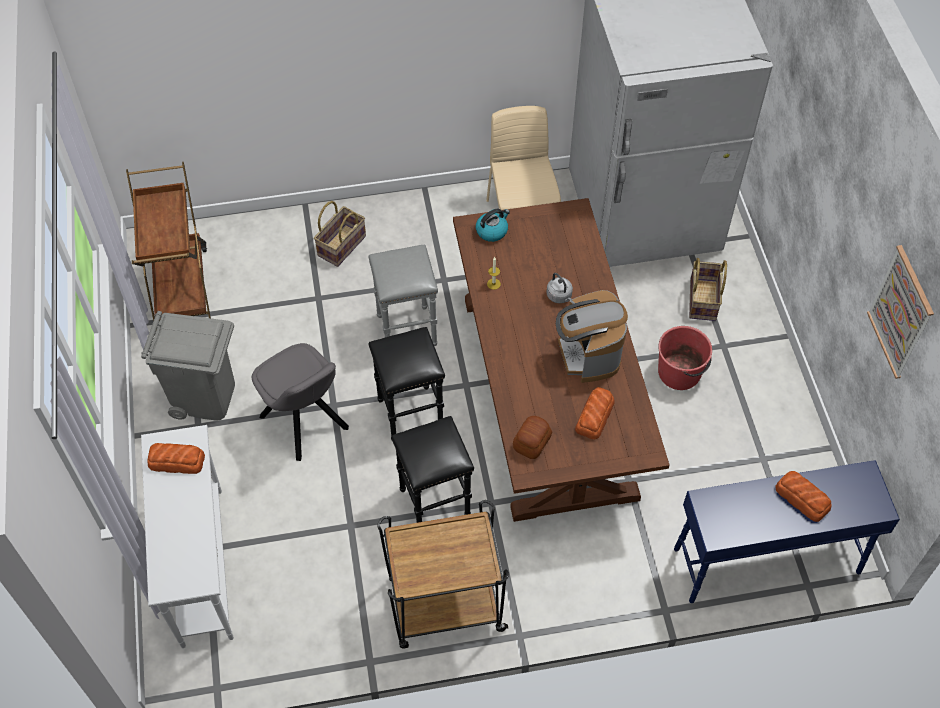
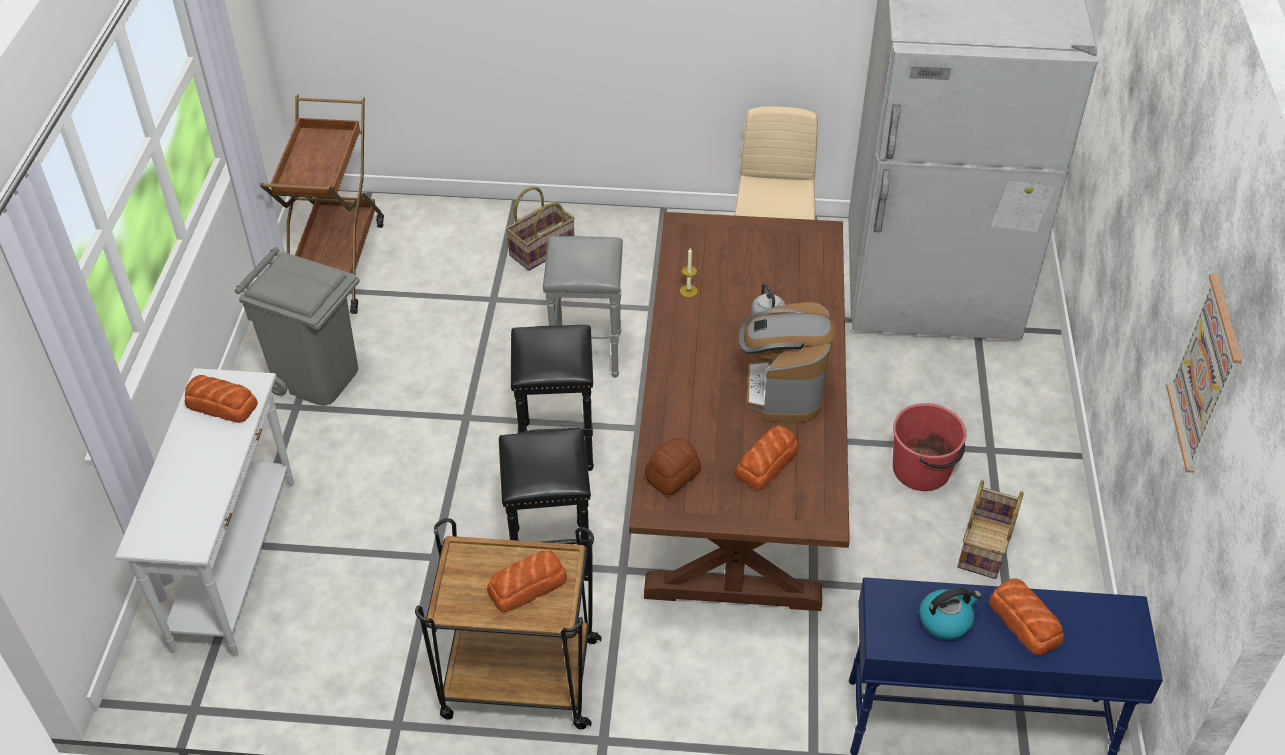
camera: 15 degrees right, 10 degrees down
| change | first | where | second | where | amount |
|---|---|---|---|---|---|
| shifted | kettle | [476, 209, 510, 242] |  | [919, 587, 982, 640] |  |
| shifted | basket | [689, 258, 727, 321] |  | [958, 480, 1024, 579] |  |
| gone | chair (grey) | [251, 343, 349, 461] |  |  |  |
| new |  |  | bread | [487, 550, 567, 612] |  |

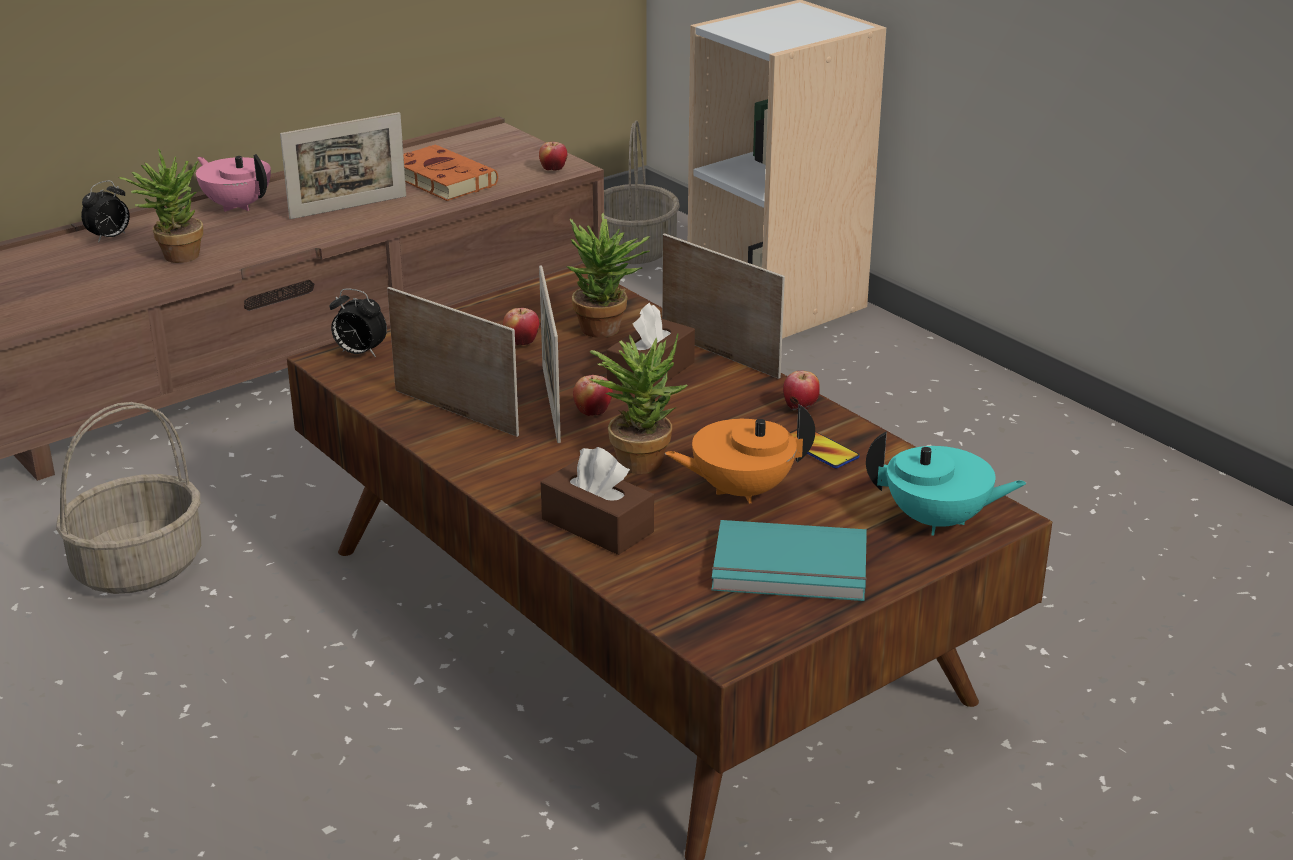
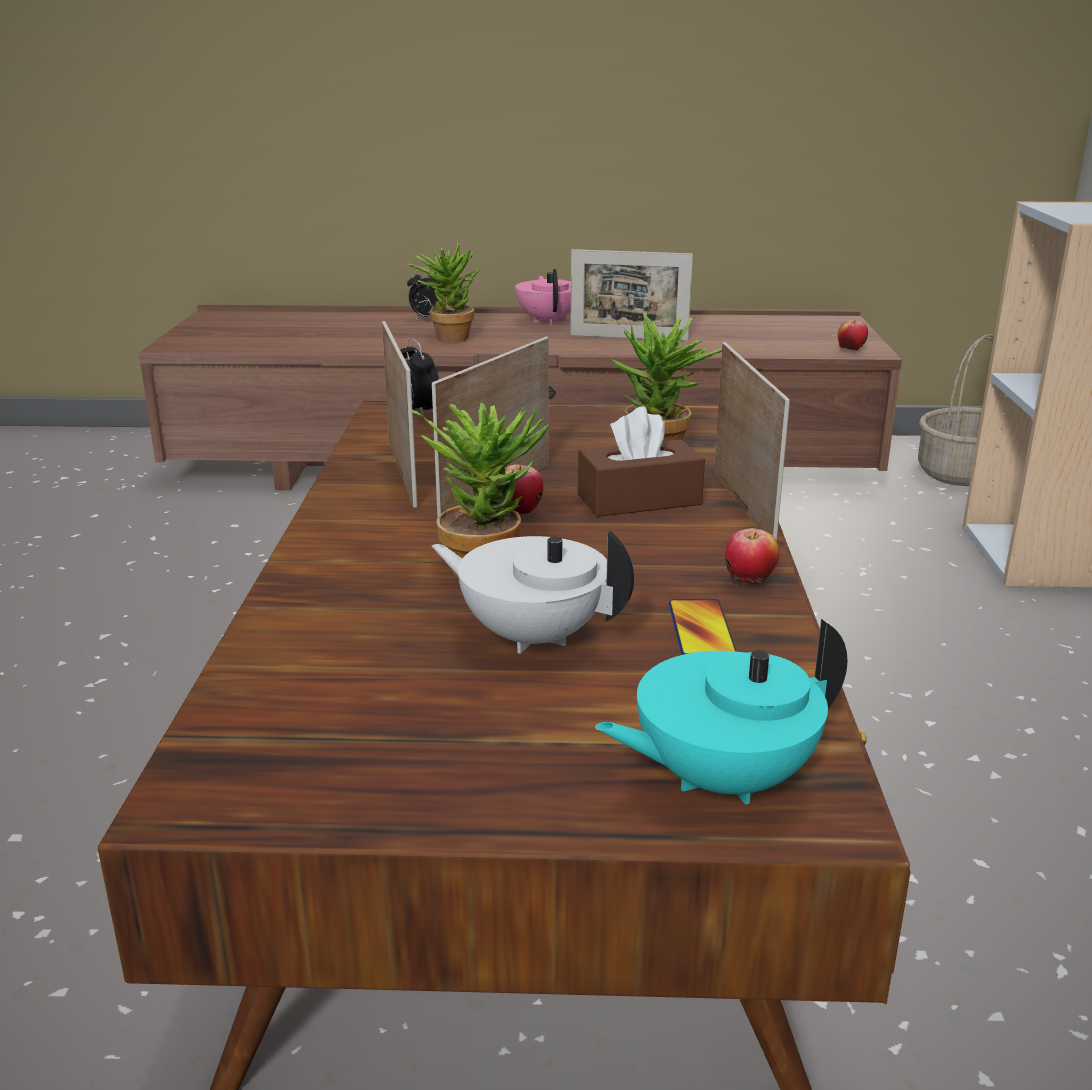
camera: 40 degrees right, 5 degrees down
| change | first | where | second | where | amount |
|---|---|---|---|---|---|
| gone | book (orange) | [403, 144, 498, 201] |  |  |  |
| gone | apple | [503, 308, 540, 345] |  |  |  |
| gone | basket | [56, 402, 201, 594] |  |  |  |
| repainted | teapot (orange) | [664, 404, 815, 503] | teapot (white) | [432, 531, 634, 654] |  |
| rotated | teapot (turquoise) | [866, 431, 1027, 536] |  | [595, 619, 848, 804] | 105 degrees clockwise |
| gone | tissue box (brown) | [540, 447, 654, 555] |  |  |  |
| gone | book (turquoise) | [711, 520, 867, 601] |  |  |  |

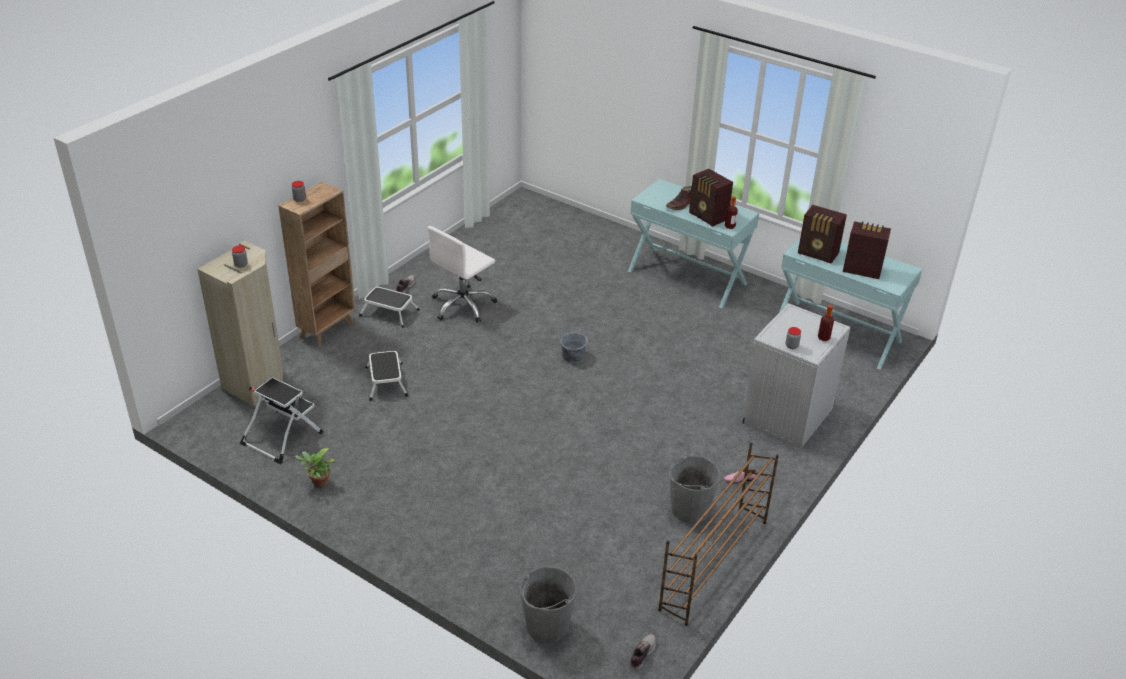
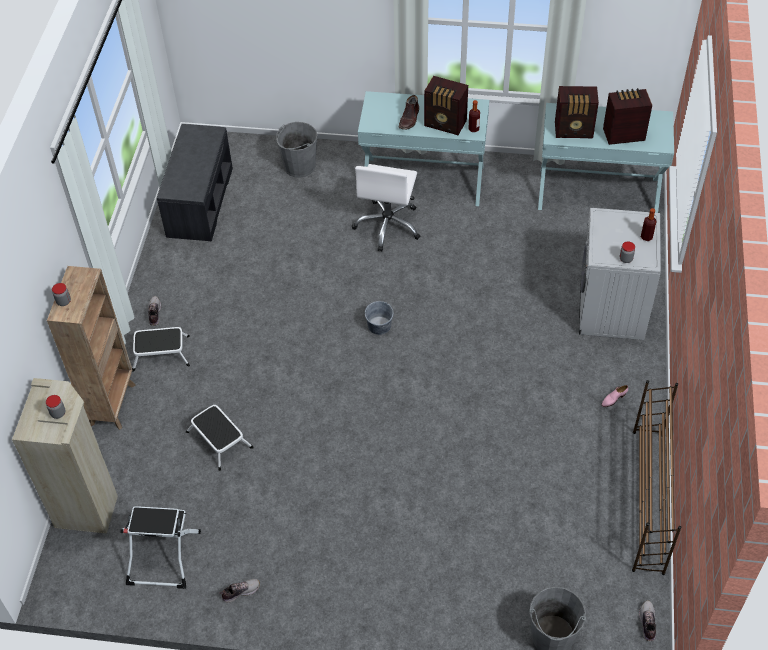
camera: 25 degrees left, 15 degrees up
| change | first | where | second | where | amount |
|---|---|---|---|---|---|
| shifted | office chair (white) | [428, 226, 497, 323] |  | [352, 164, 420, 251] |  |
| swapped | potted plant | [294, 448, 336, 488] | shoe | [219, 579, 260, 603] |  |
| shifted | bucket (grey) | [669, 455, 720, 523] |  | [276, 122, 317, 178] |  |
| new |  |  | bench (grey) | [157, 124, 233, 241] |  |

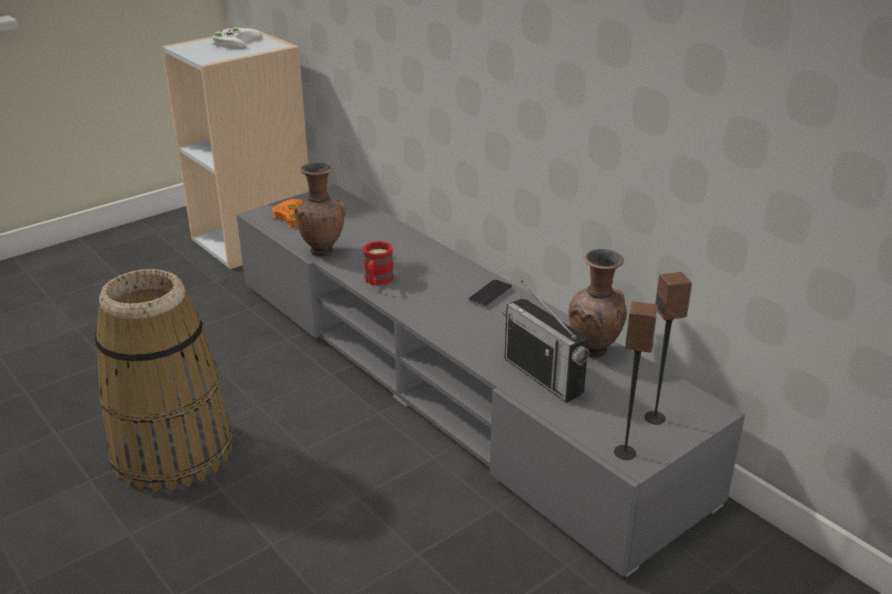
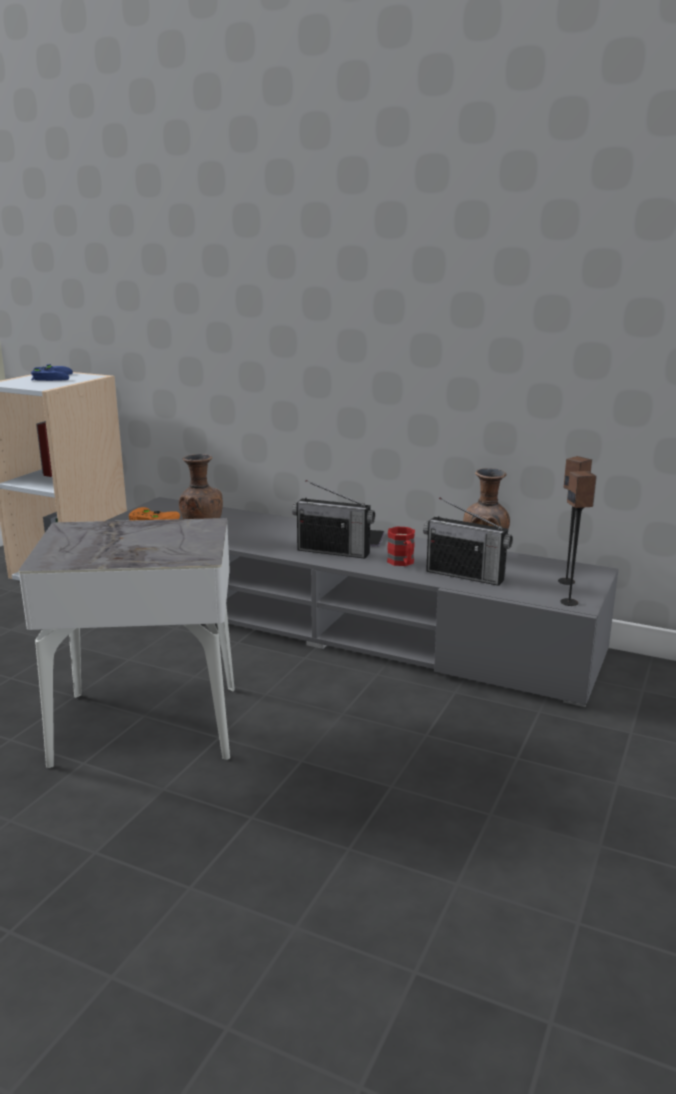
camera: 25 degrees left, 10 degrees down
| change | first | where | second | where | amount |
|---|---|---|---|---|---|
| repainted | game controller (white) | [212, 27, 263, 49] | game controller (blue) | [31, 364, 73, 381] |  |
| shifted | mug (red) | [363, 241, 394, 285] |  | [387, 527, 415, 566] |  |
| swapped | basket | [95, 269, 232, 492] | side table | [19, 518, 235, 768] |  |
| new |  |  | radio | [292, 480, 375, 559] |  |

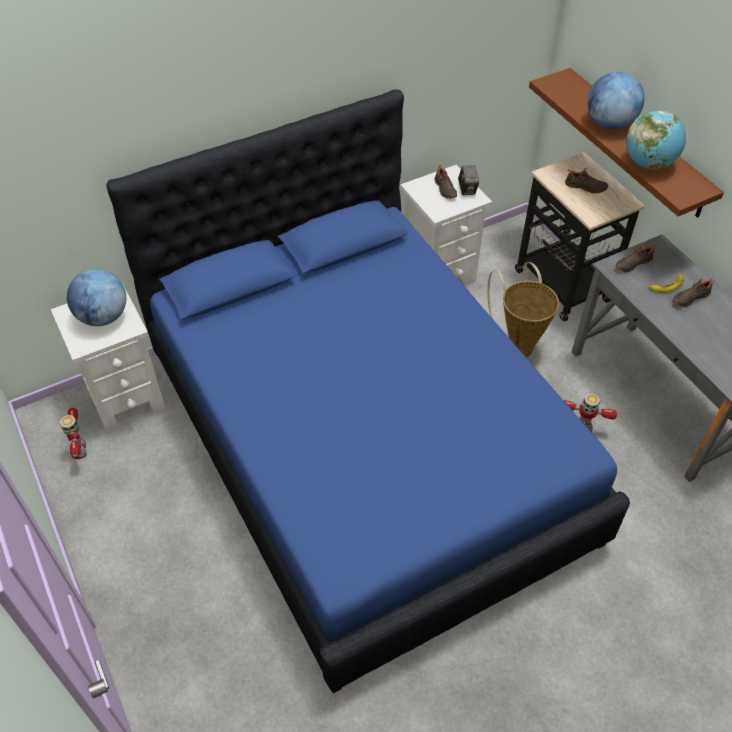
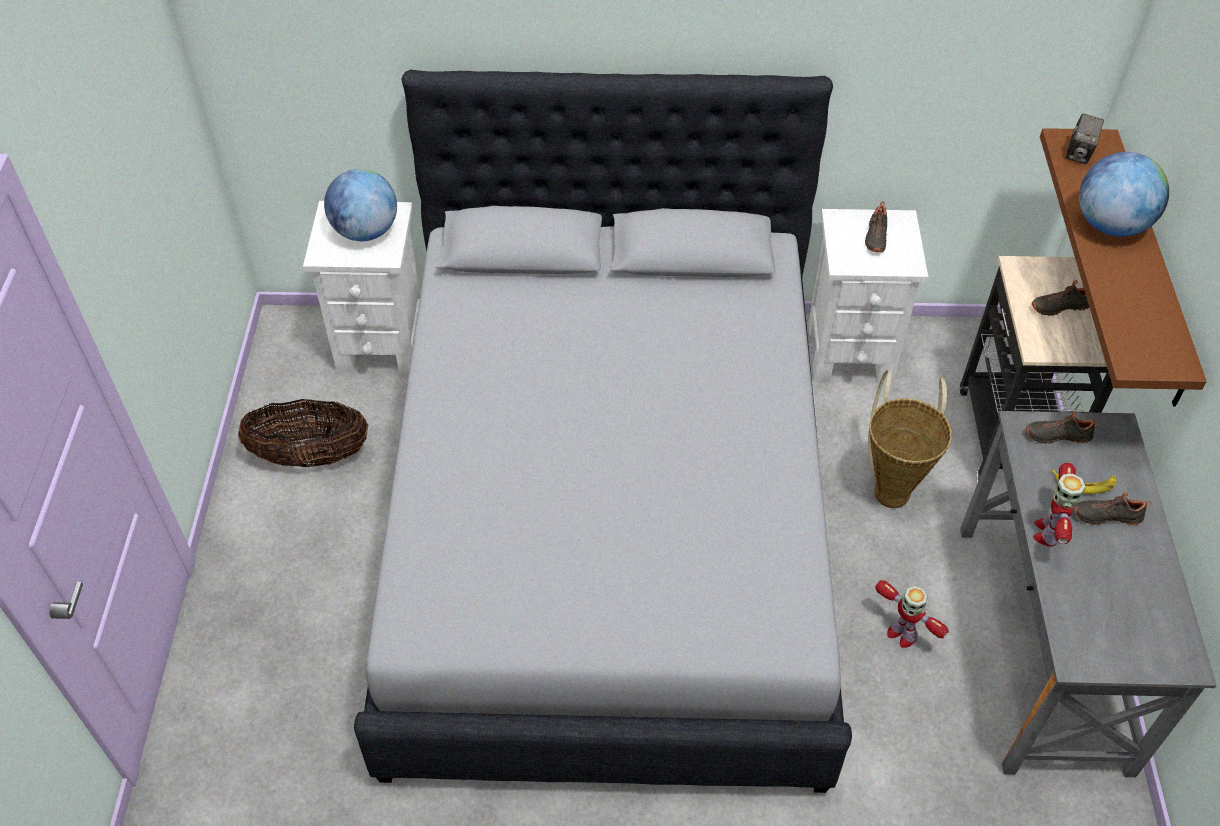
camera: 30 degrees right, 0 degrees up
| change | first | where | second | where | amount |
|---|---|---|---|---|---|
| repainted | bed (blue) | [107, 89, 630, 693] | bed (grey) | [354, 69, 852, 793] |  |
| gone | globe | [626, 111, 686, 169] |  |  |  |
| shifted | photo camera | [458, 165, 479, 195] |  | [1065, 114, 1104, 164] |  |
| rotated | shoe (black) | [565, 168, 608, 194] |  | [1032, 280, 1090, 316] | 120 degrees clockwise |
| shifted | toy robot | [60, 408, 87, 459] |  | [1033, 463, 1086, 547] |  |
| new |  |  | basket | [238, 399, 368, 467] |  |

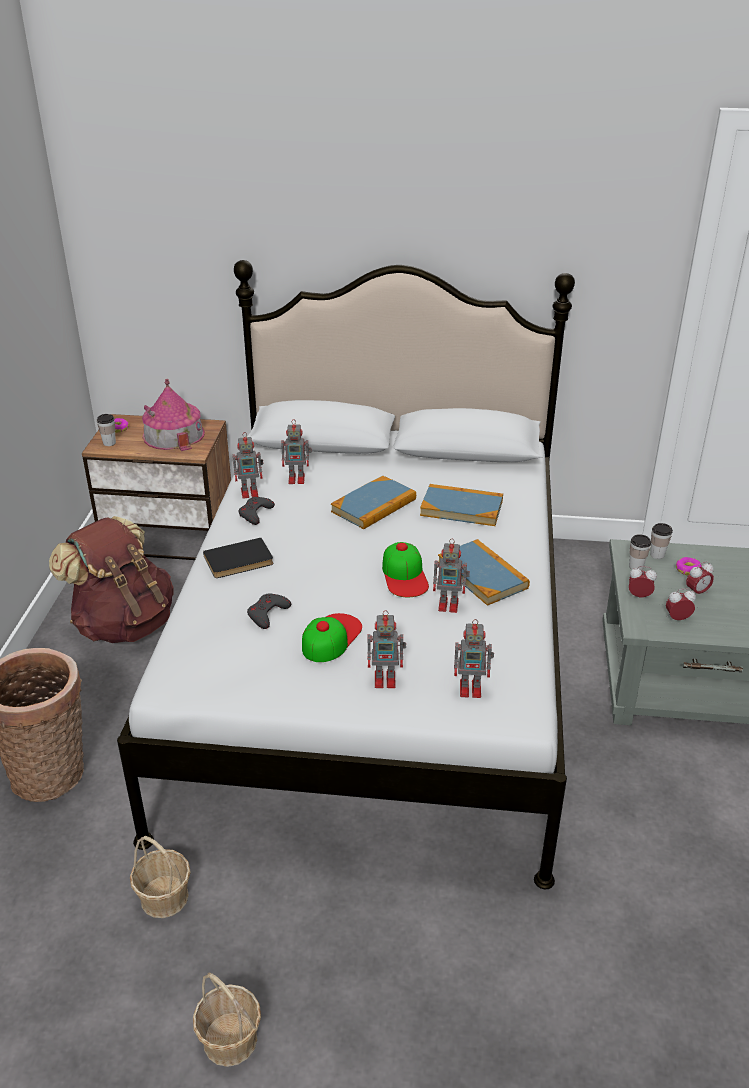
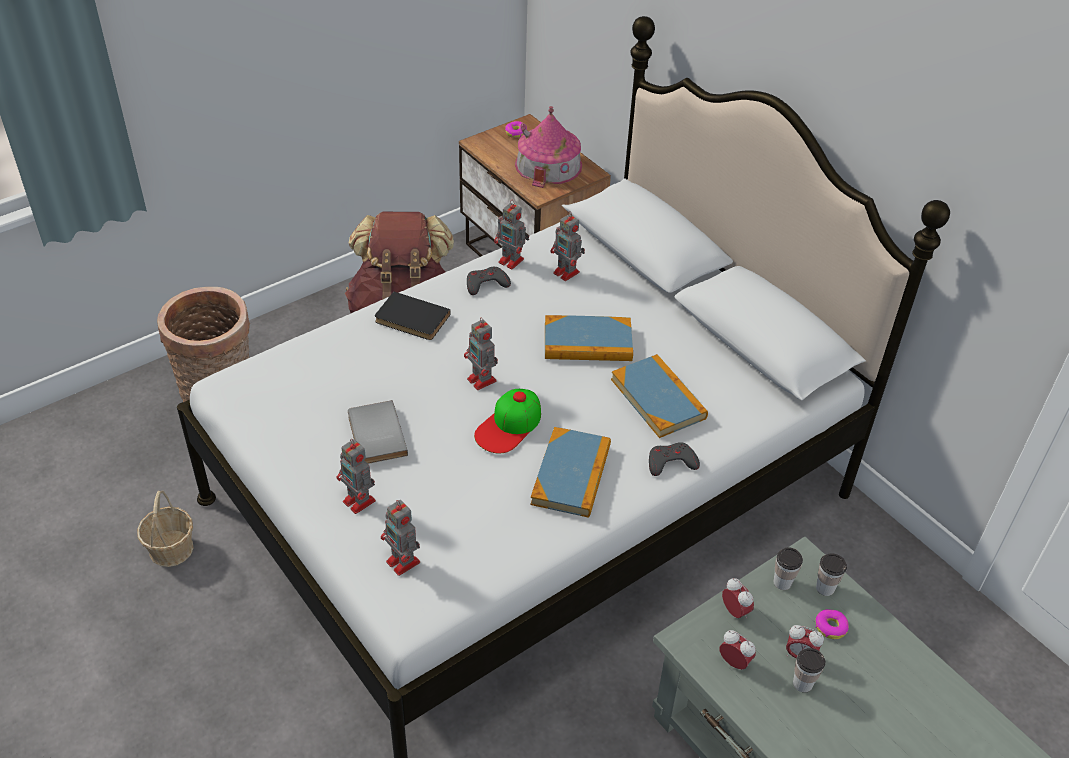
camera: 45 degrees right, 10 degrees up
| change | first | where | second | where | amount |
|---|---|---|---|---|---|
| shifted | cup | [97, 414, 116, 446] |  | [793, 648, 825, 693] |  |
| shifted | toy robot | [433, 539, 470, 613] |  | [464, 317, 498, 390] |  |
| shifted | game controller (grey) | [247, 594, 291, 629] |  | [649, 442, 700, 476] |  |
| swapped | cap | [302, 613, 362, 662] | book (grey) | [348, 400, 408, 464] |  |
| gone | basket | [193, 973, 261, 1067] |  |  |  |

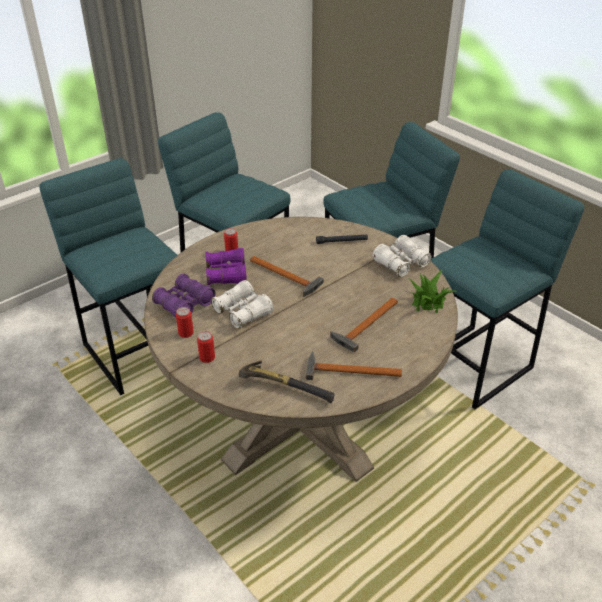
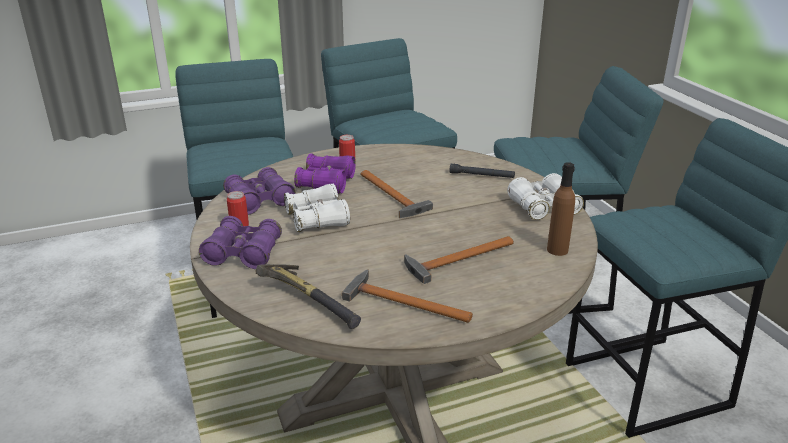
camera: 20 degrees right, 10 degrees down
| change | first | where | second | where | amount |
|---|---|---|---|---|---|
| swapped | potted plant | [409, 270, 458, 313] | bottle (brown) | [547, 162, 575, 256] |  |
| swapped | can | [197, 331, 215, 363] | binoculars (purple) | [199, 216, 282, 269] |  |

